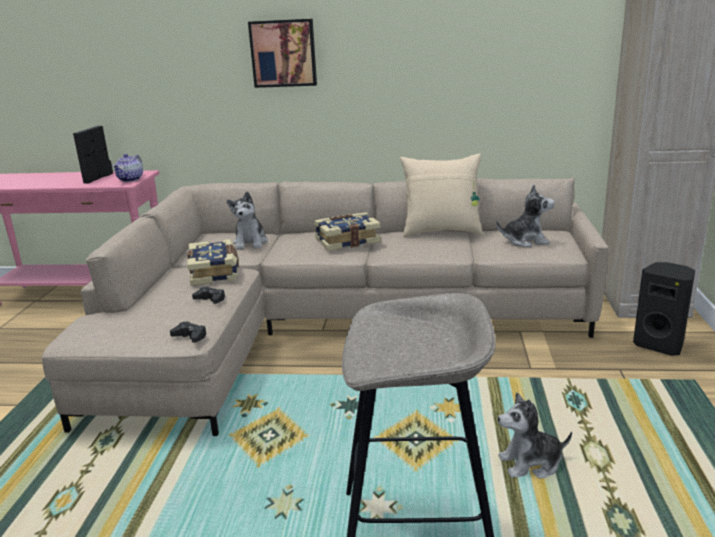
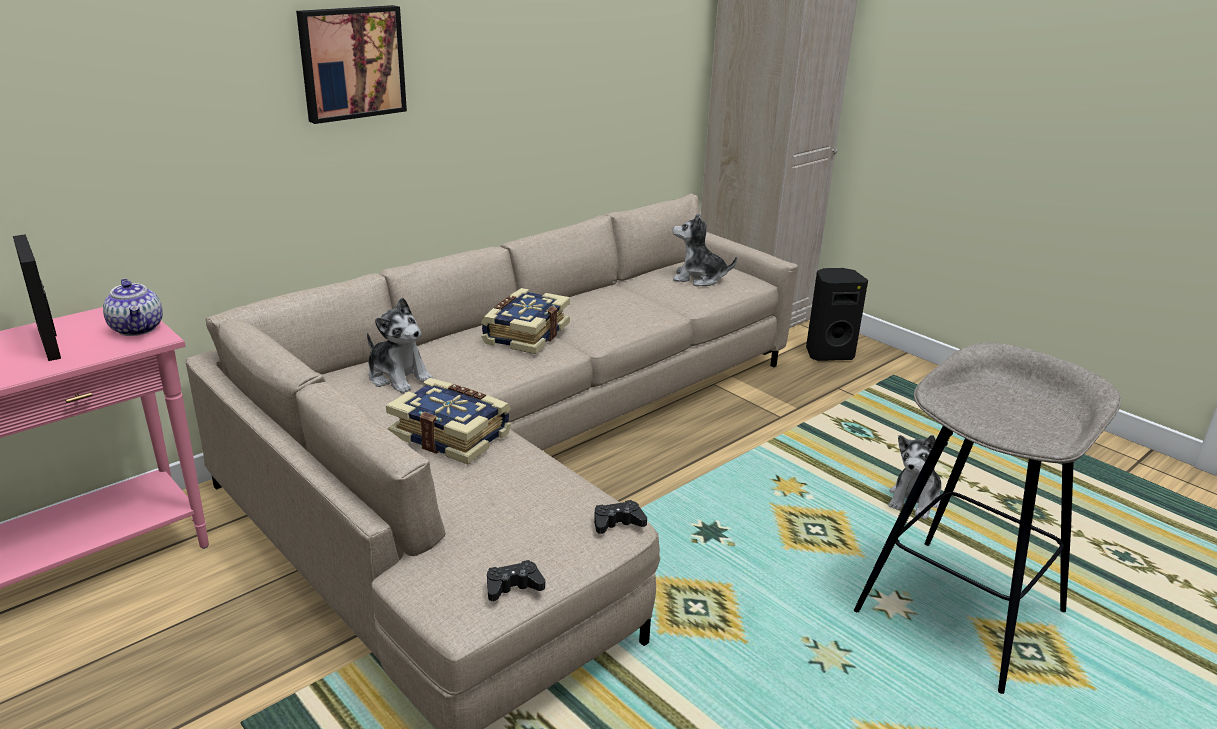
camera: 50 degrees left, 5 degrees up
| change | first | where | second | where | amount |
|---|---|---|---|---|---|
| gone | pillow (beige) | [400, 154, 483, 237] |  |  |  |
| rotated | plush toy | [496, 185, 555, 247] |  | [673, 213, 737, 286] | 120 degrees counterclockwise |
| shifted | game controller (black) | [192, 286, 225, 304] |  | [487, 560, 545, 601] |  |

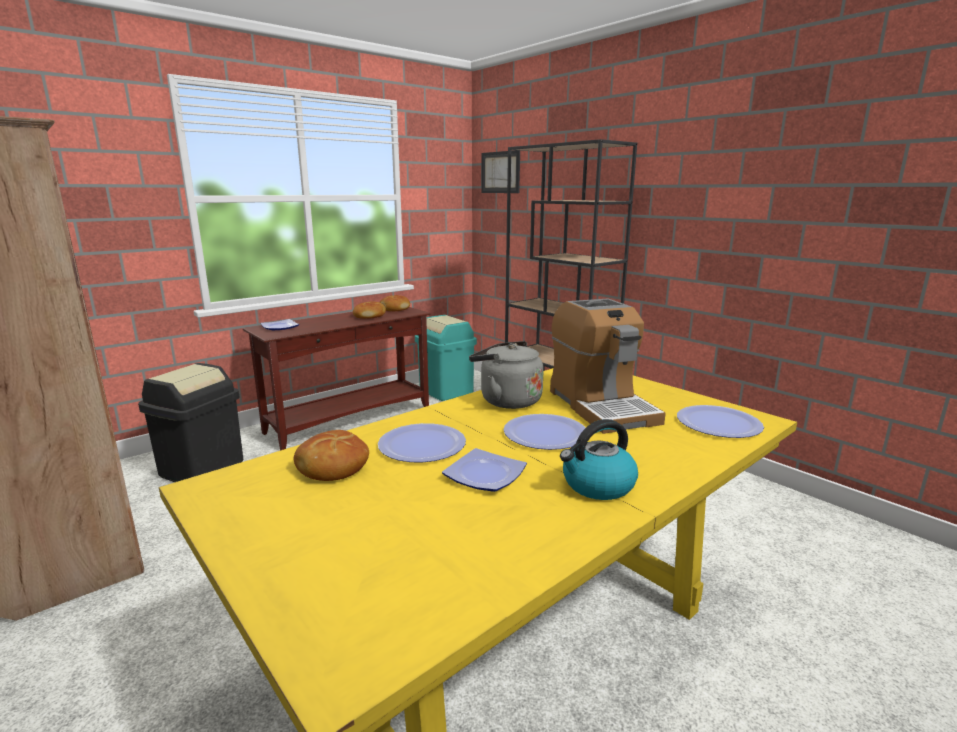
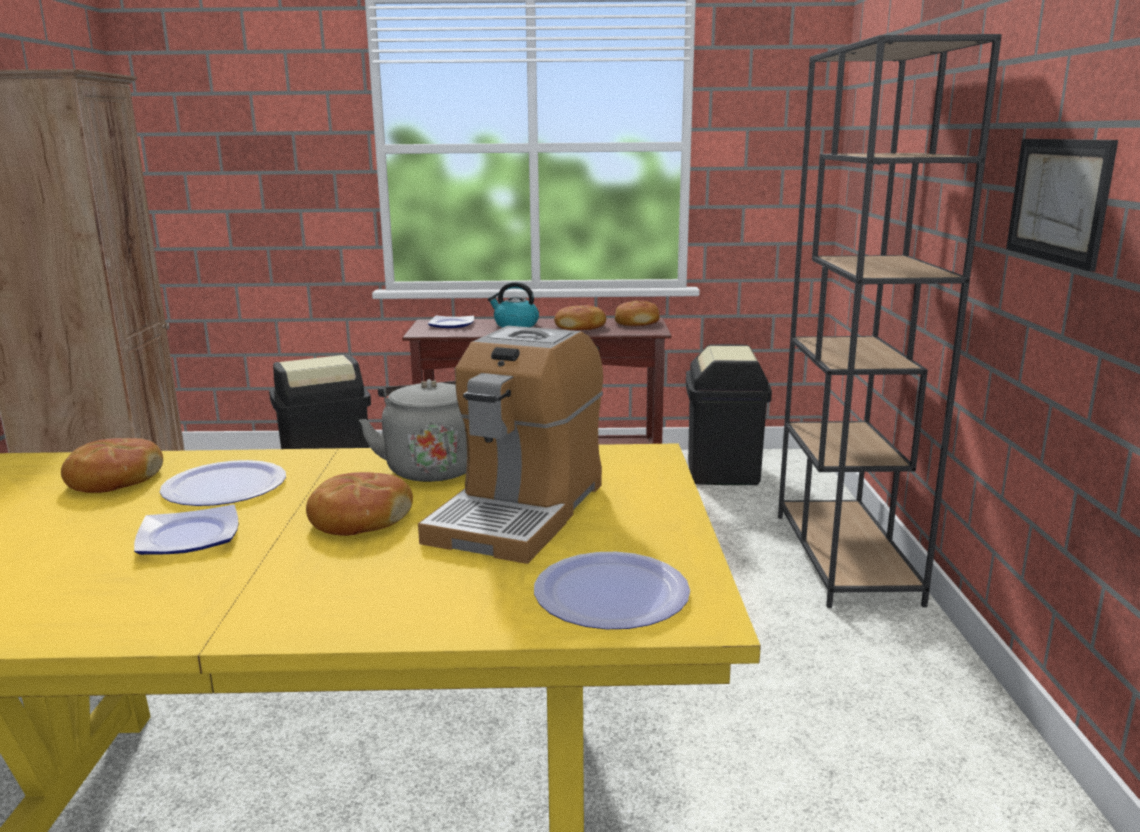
camera: 40 degrees right, 0 degrees up
| change | first | where | second | where | amount |
|---|---|---|---|---|---|
| shifted | picture | [481, 150, 520, 193] |  | [1006, 139, 1118, 272] |  |
| repainted | trash can (turquoise) | [415, 315, 477, 401] | trash can (black) | [686, 344, 772, 485] |  |
| swapped | plate | [503, 414, 585, 450] | bread | [306, 472, 413, 536] |  |
| shifted | kettle | [560, 419, 638, 500] |  | [488, 282, 539, 328] |  |

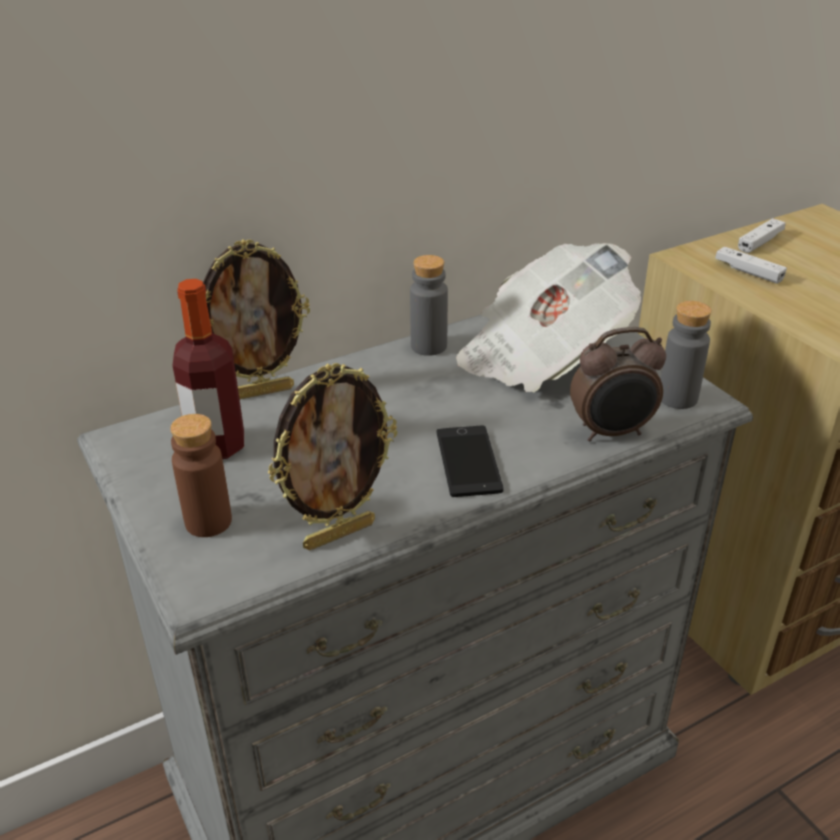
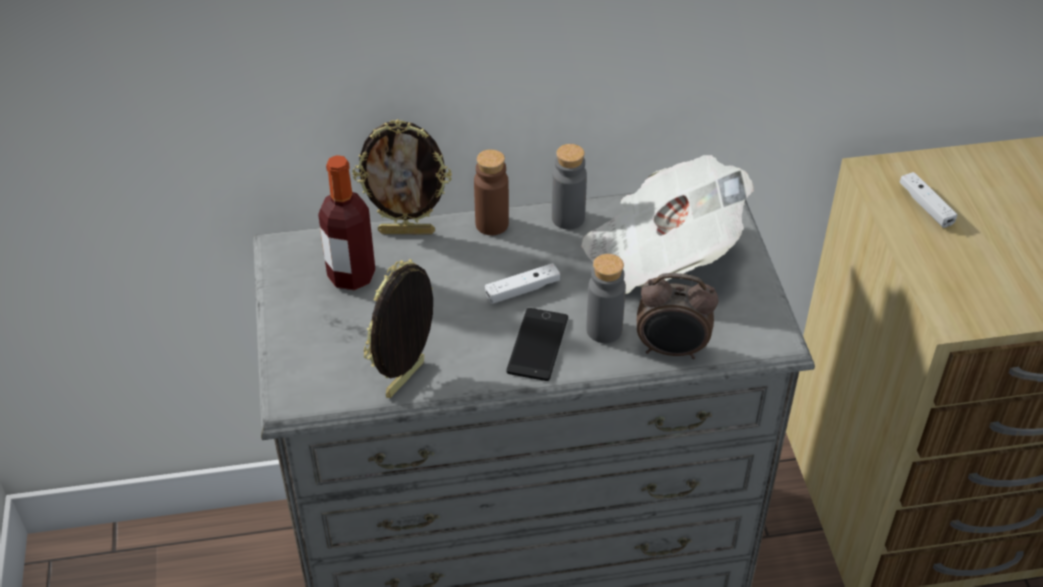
camera: 20 degrees right, 10 degrees up
| change | first | where | second | where | amount |
|---|---|---|---|---|---|
| shifted | game controller (white) | [738, 218, 786, 253] |  | [485, 263, 560, 304] |  |
| shifted | bottle (grey) | [660, 301, 712, 409] |  | [586, 254, 626, 343] |  |
| rotated | picture frame | [268, 363, 397, 550] |  | [364, 259, 433, 398] | 135 degrees clockwise |
| shifted | bottle (brown) | [170, 414, 232, 537] |  | [474, 149, 509, 235] |  |

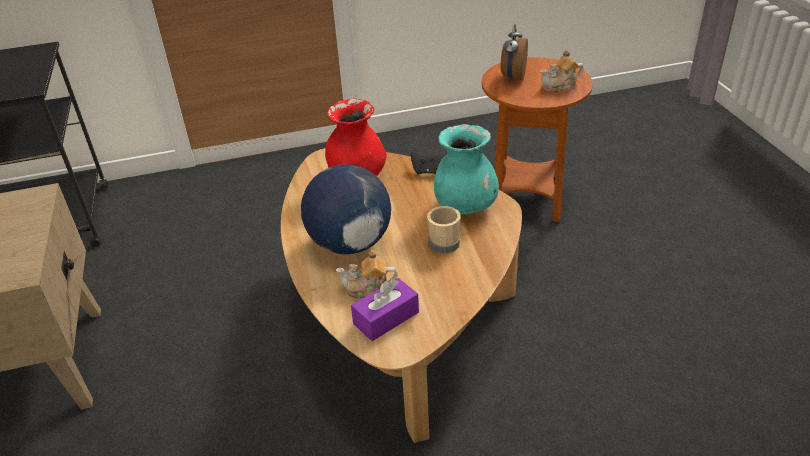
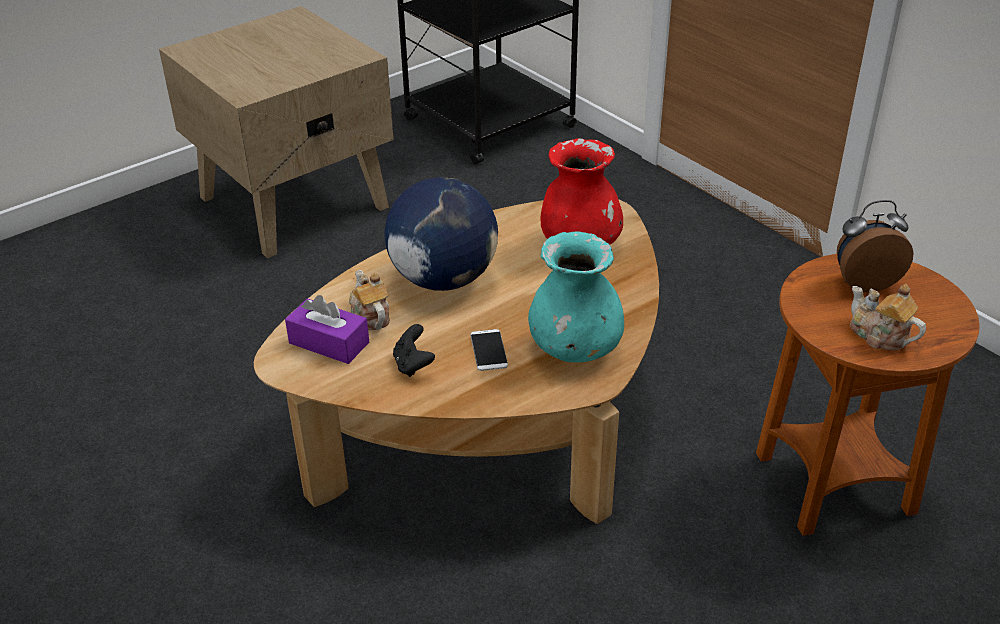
camera: 65 degrees right, 0 degrees up
| change | first | where | second | where | amount |
|---|---|---|---|---|---|
| shifted | game controller (black) | [411, 150, 447, 174] |  | [393, 324, 435, 377] |  |
| swapped | mug (beige) | [427, 206, 460, 254] | phone | [470, 329, 508, 371] |  |

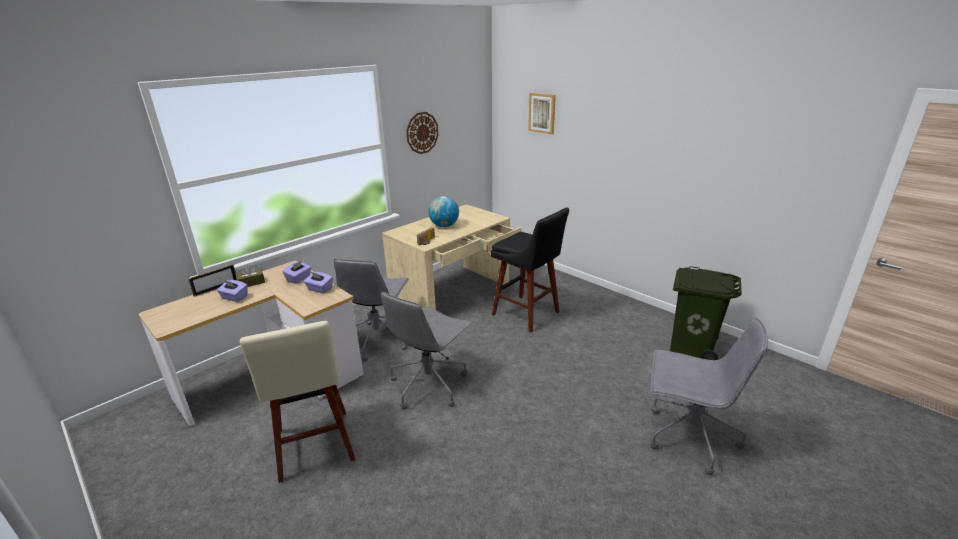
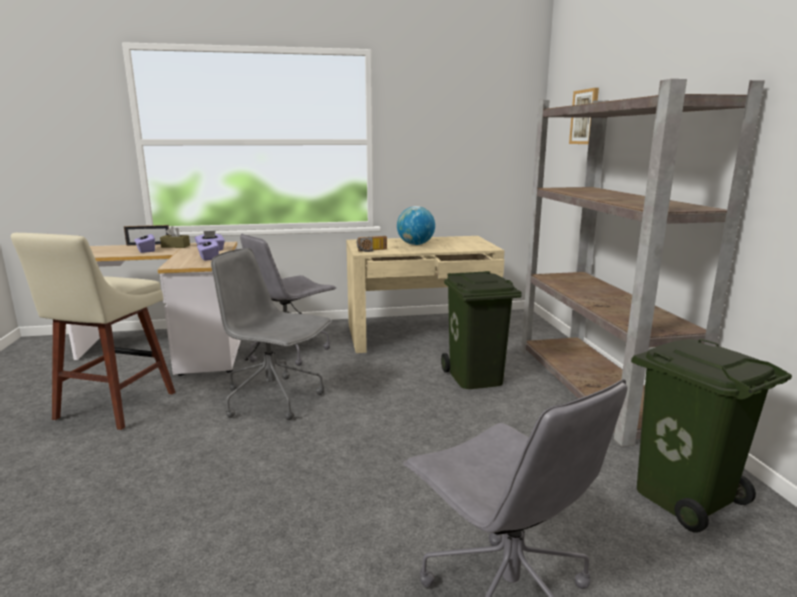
camera: 35 degrees right, 10 degrees down
| change | first | where | second | where | amount |
|---|---|---|---|---|---|
| gone | wall clock | [406, 112, 438, 154] |  |  |  |
| swapped | stool (black) | [491, 207, 569, 332] | trash can (green) | [441, 271, 522, 389] |  |
| rotated | office chair (grey) | [381, 291, 474, 409] |  | [211, 248, 332, 420] | 45 degrees clockwise |
| new |  |  | bookcase (brown) | [521, 79, 765, 447] |  |

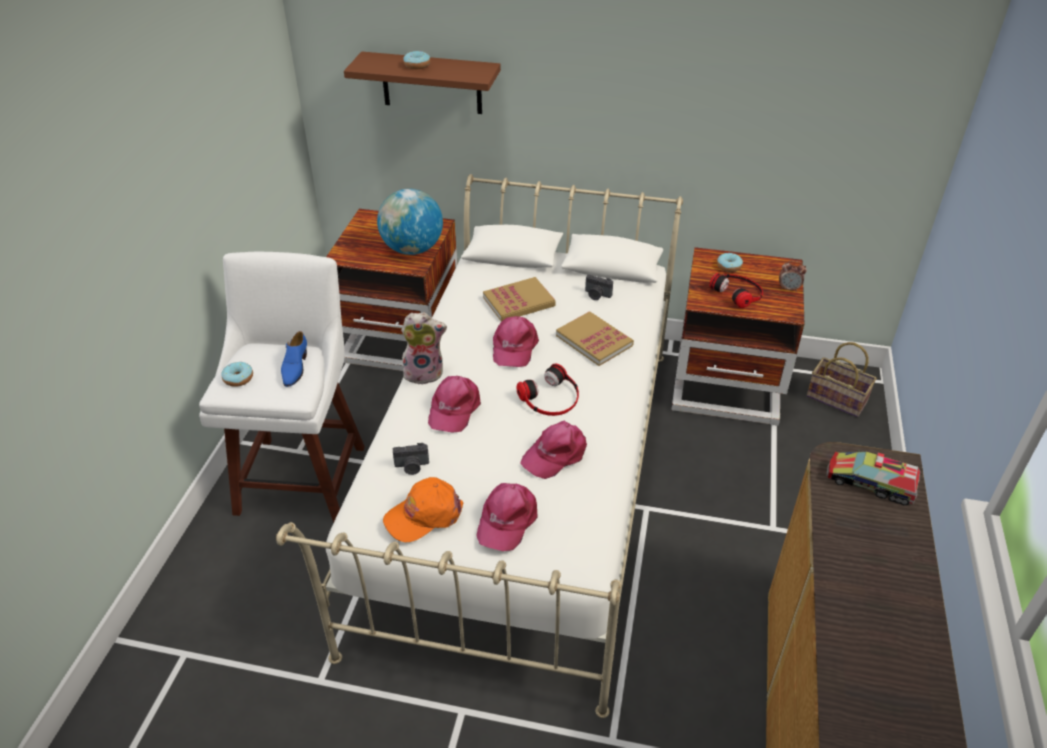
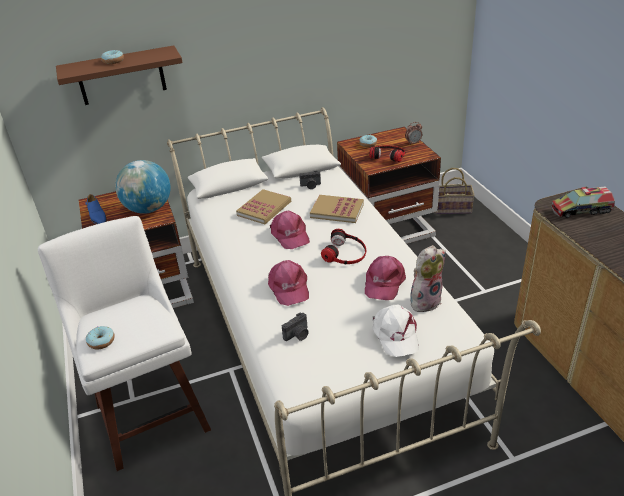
camera: 30 degrees left, 5 degrees down
| change | first | where | second | where | amount |
|---|---|---|---|---|---|
| shifted | plush toy | [401, 313, 447, 385] |  | [410, 245, 446, 314] |  |
| shifted | shoe (blue) | [281, 331, 307, 387] |  | [86, 194, 107, 224] |  |
| gone | cap (orange) | [383, 477, 463, 542] |  |  |  |
| repainted | cap (pink) | [476, 483, 538, 551] | cap (white) | [372, 305, 419, 357] |  |

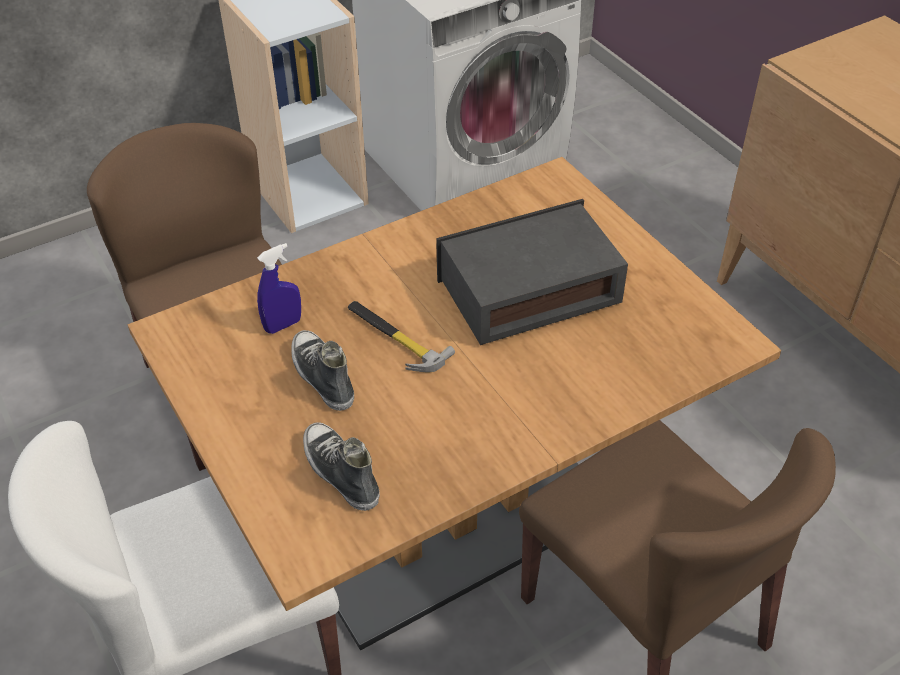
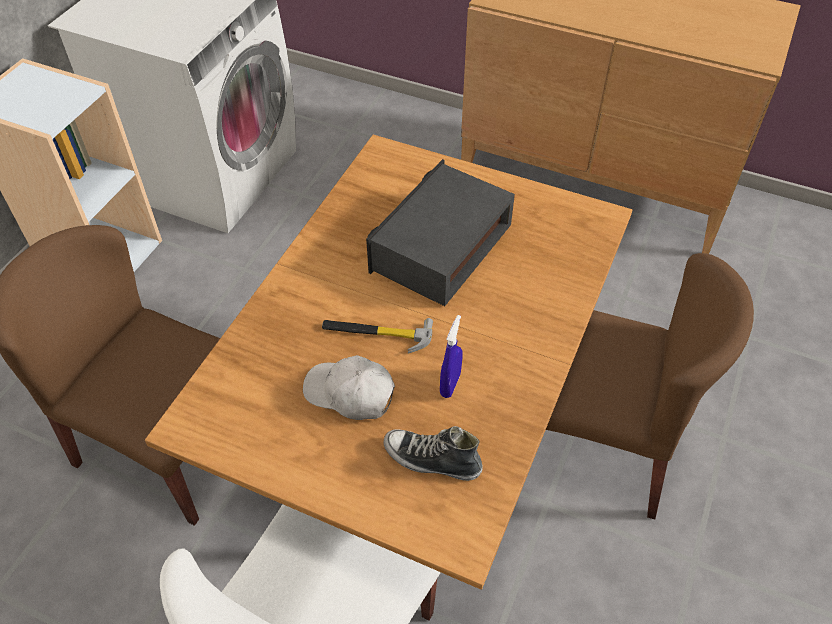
camera: 35 degrees left, 5 degrees up
| change | first | where | second | where | amount |
|---|---|---|---|---|---|
| shifted | spray bottle (blue) | [257, 243, 301, 334] |  | [440, 315, 463, 398] |  |
| swapped | shoe | [291, 330, 354, 411] | cap (white) | [303, 355, 395, 420] |  |

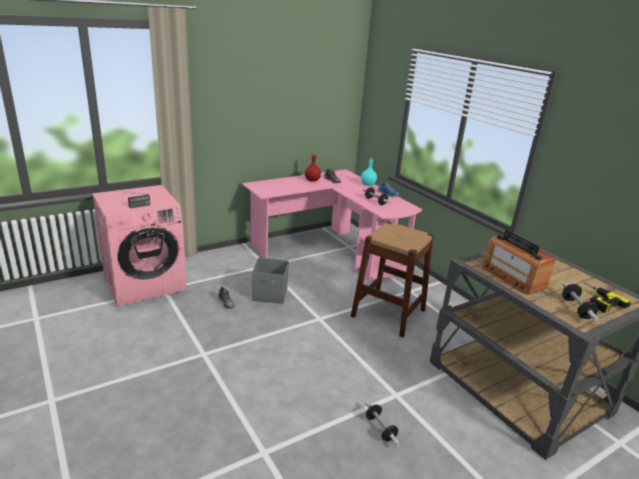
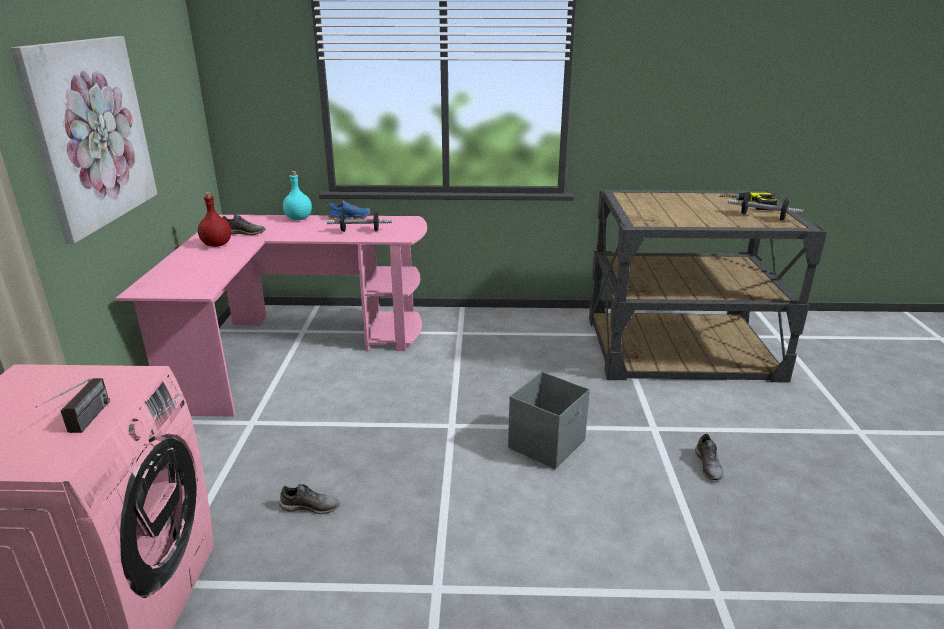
camera: 55 degrees left, 0 degrees up
| change | first | where | second | where | amount |
|---|---|---|---|---|---|
| gone | stool (brown) | [351, 222, 434, 337] |  |  |  |
| gone | radio | [482, 230, 556, 295] |  |  |  |
| shifted | storage box (grey) | [252, 258, 289, 304] |  | [508, 372, 590, 469] |  |
| swapped | dumbbell | [365, 401, 400, 446] | shoe (grey) | [695, 434, 724, 480] |  |
| new |  |  | picture | [11, 36, 157, 244] |  |

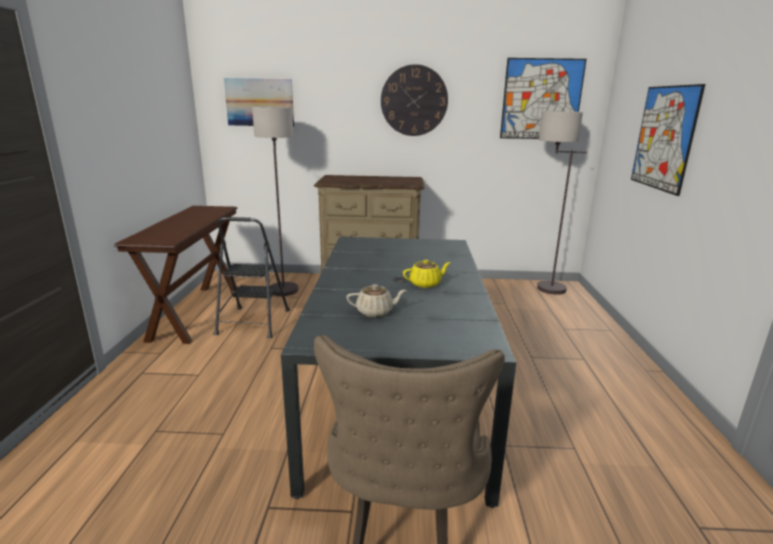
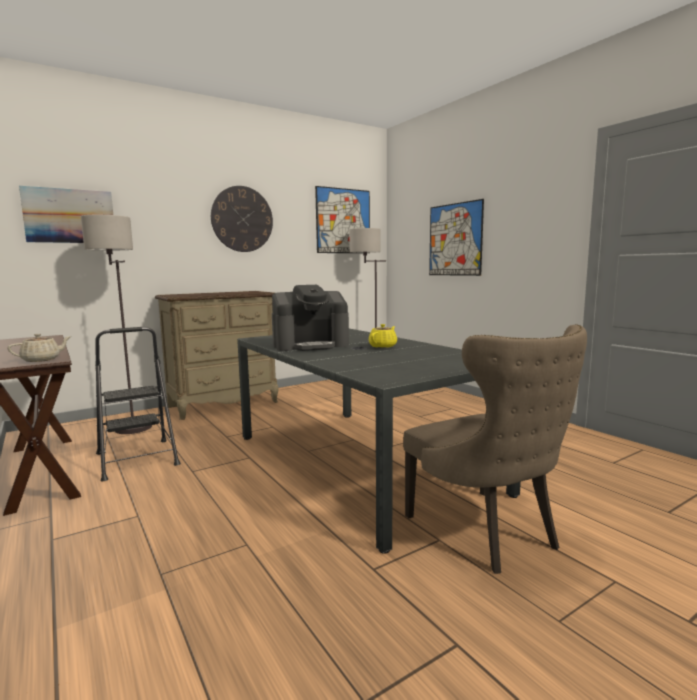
camera: 35 degrees left, 10 degrees down
| change | first | where | second | where | amount |
|---|---|---|---|---|---|
| shifted | teapot (beige) | [346, 284, 406, 317] |  | [7, 334, 71, 362] |  |
| new |  |  | coffee machine | [272, 285, 349, 351] |  |

